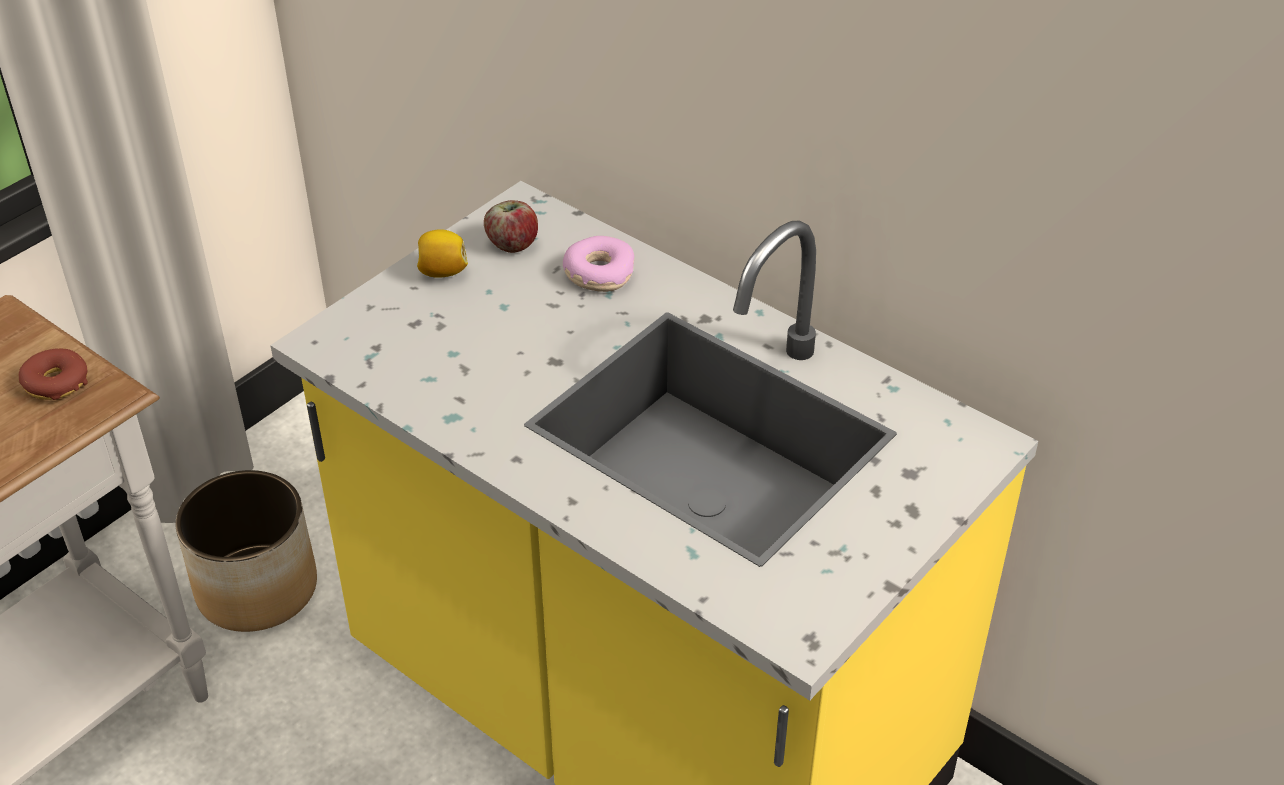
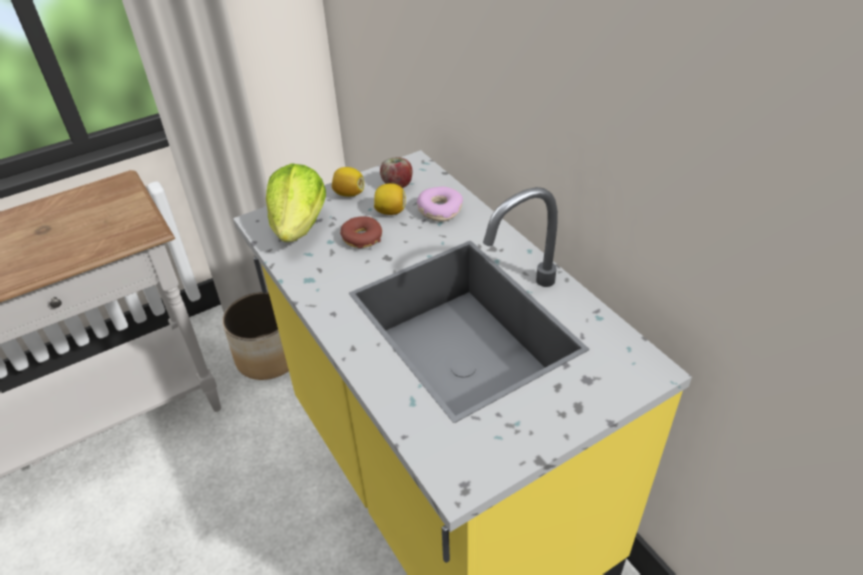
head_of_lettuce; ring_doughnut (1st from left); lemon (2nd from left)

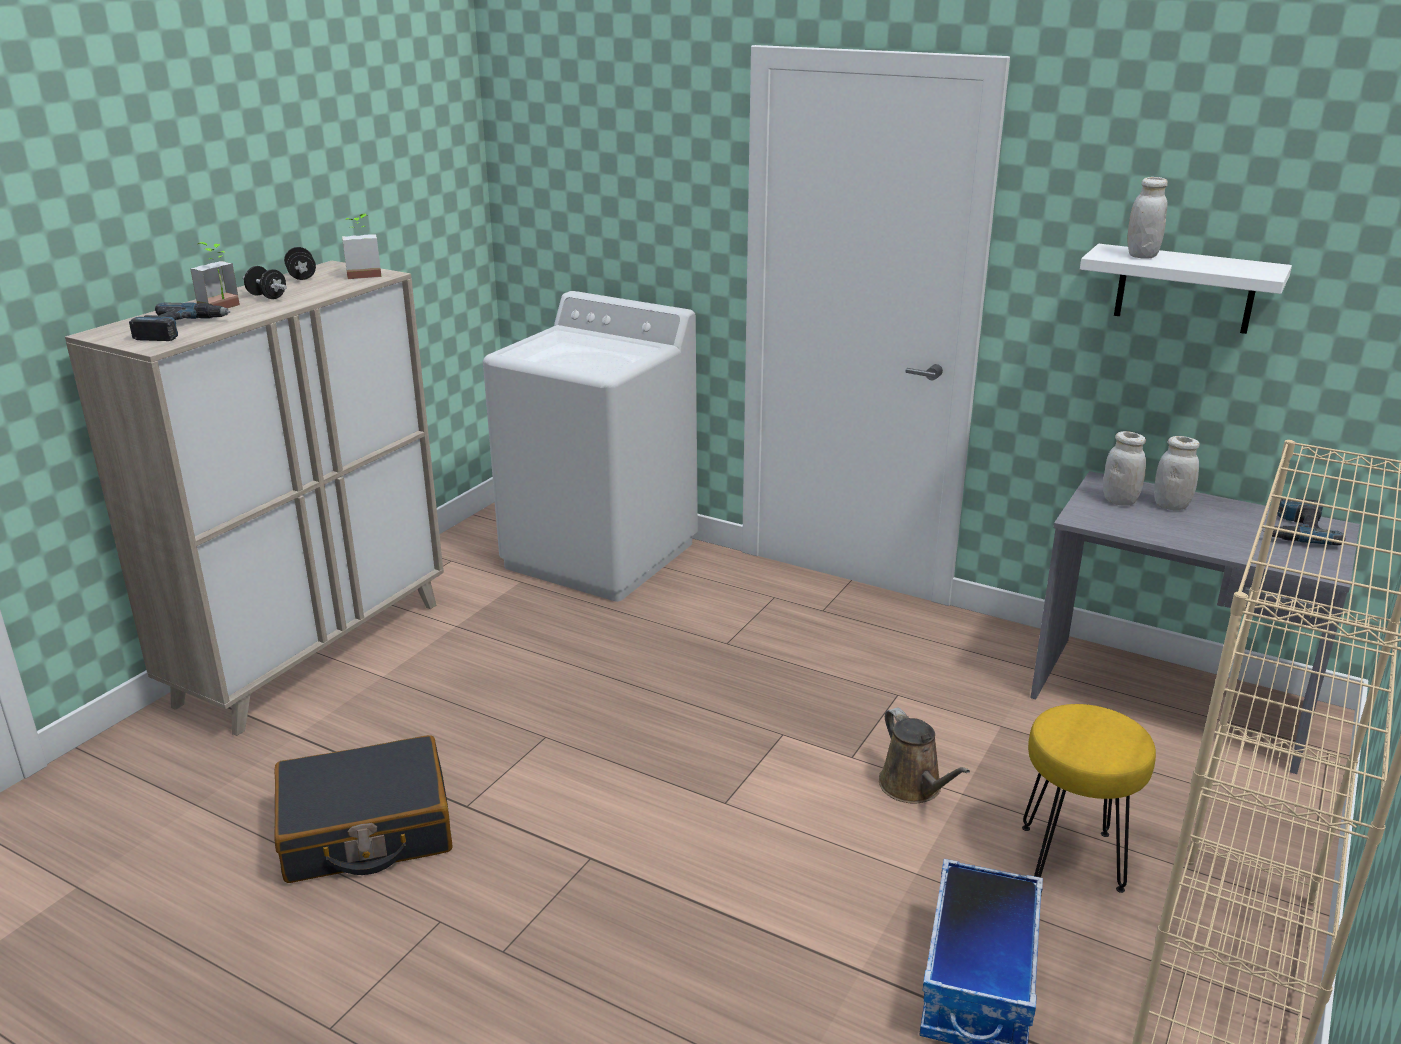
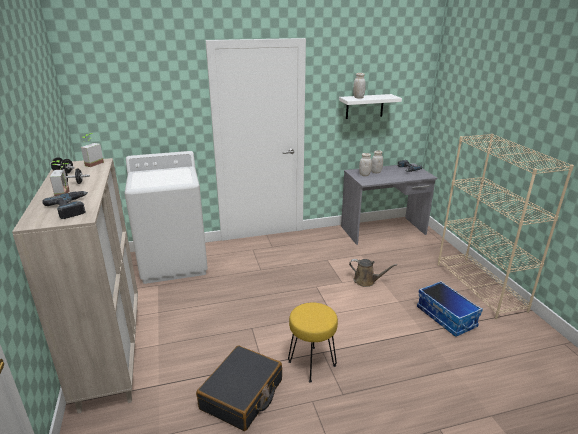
yellow-coloured_stool

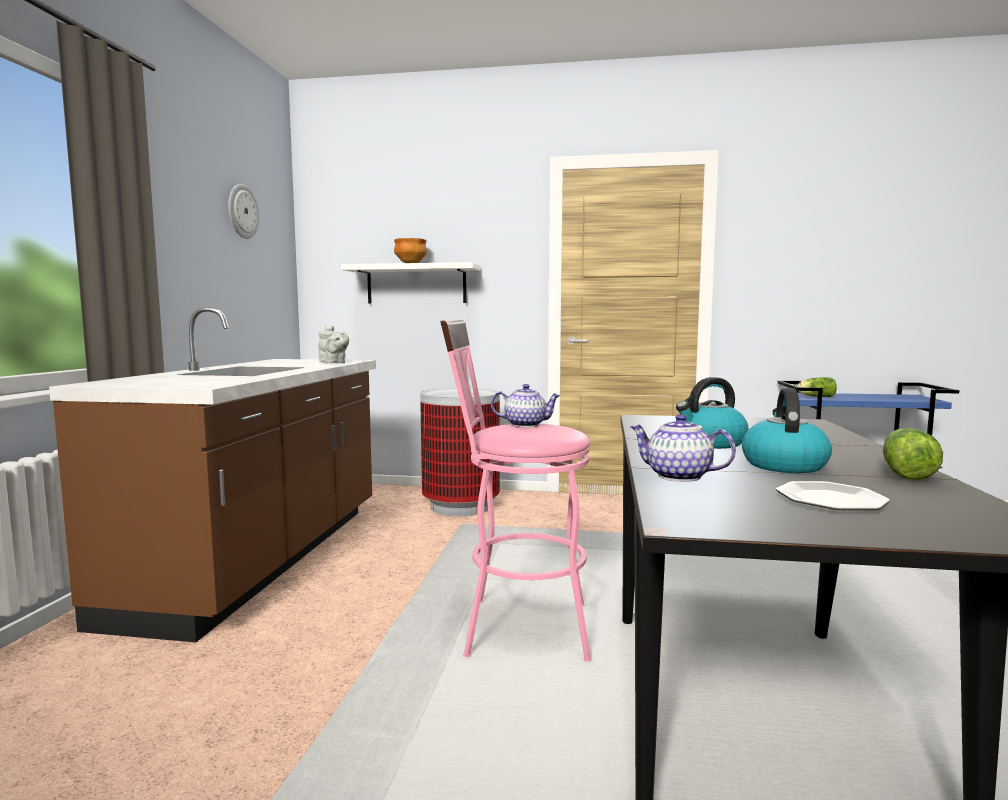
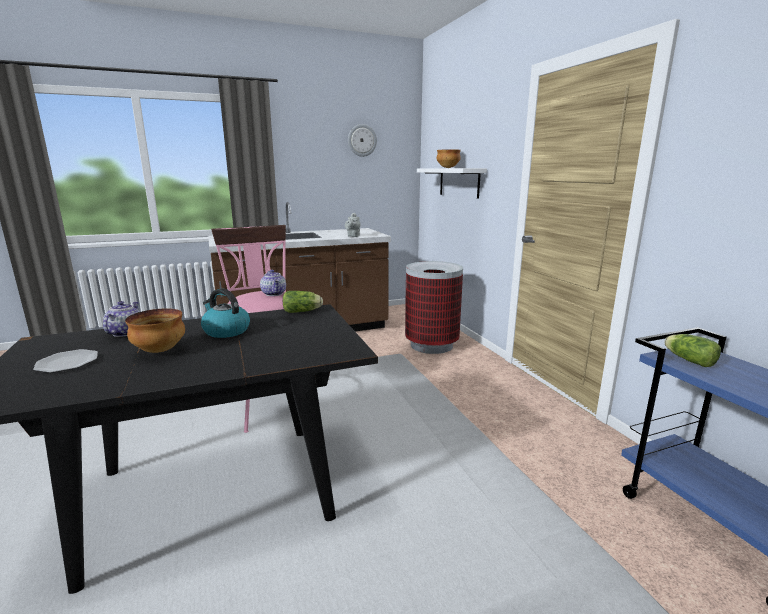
serving_bowl (1st from left); head_of_lettuce (1st from left)

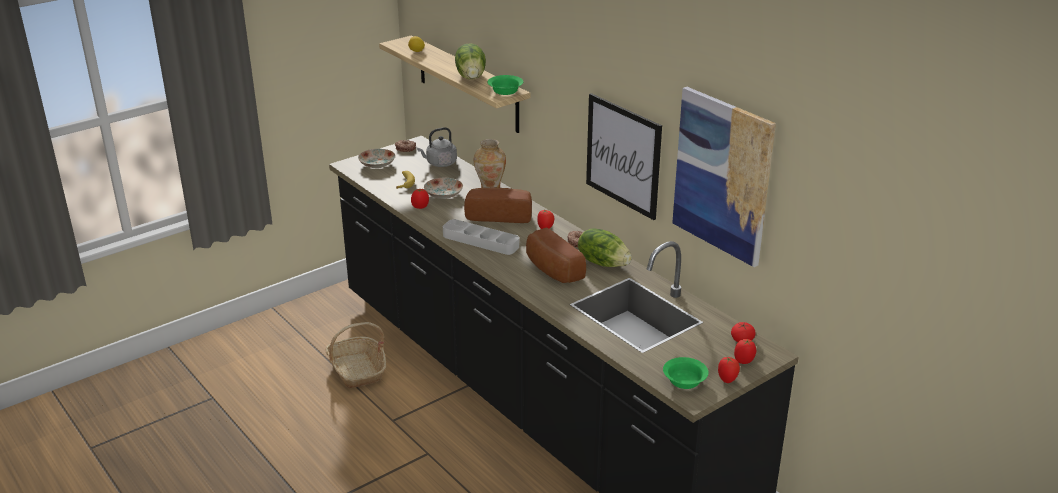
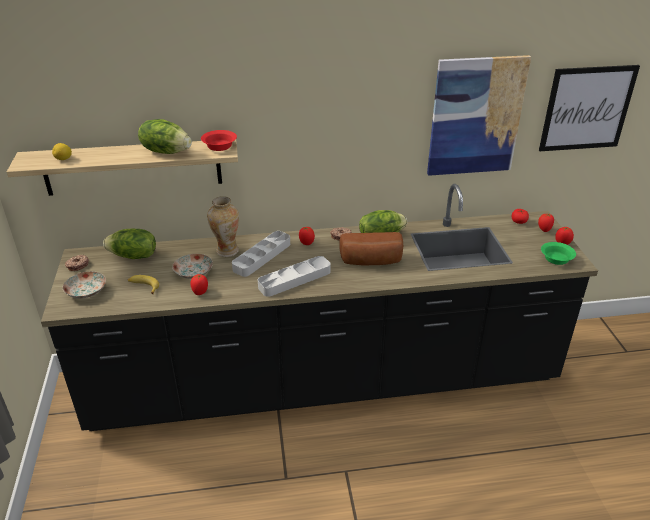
head_of_lettuce (1st from left); red-coloured_serving_bowl; grey_tray (1st from left); wall_art (2nd from left); basket

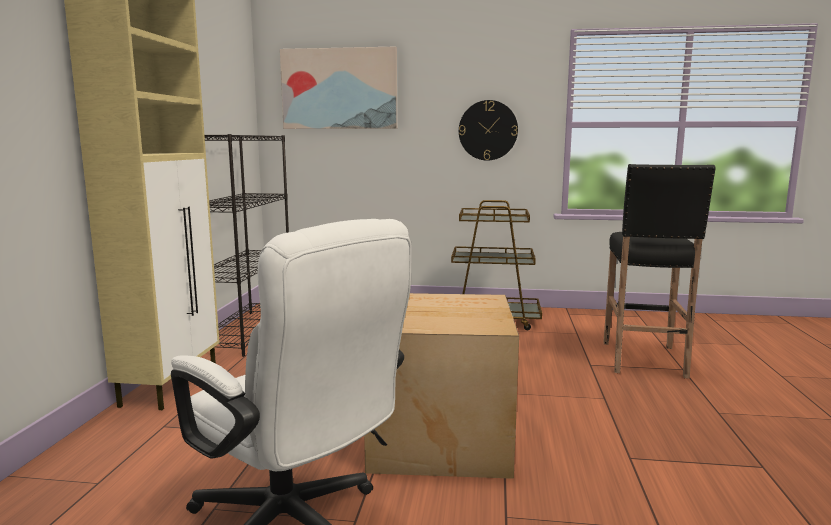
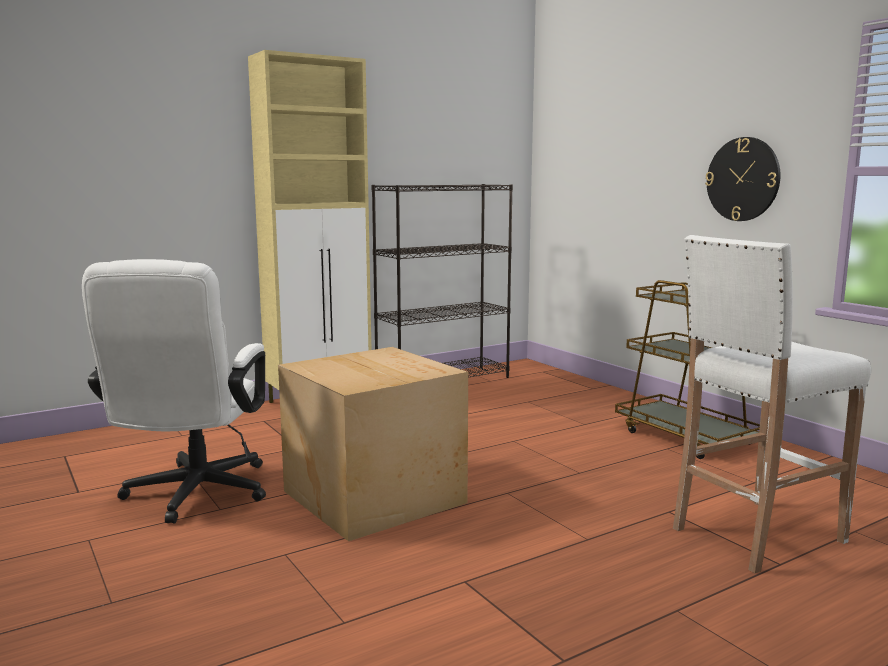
whitish_stool; wall_art

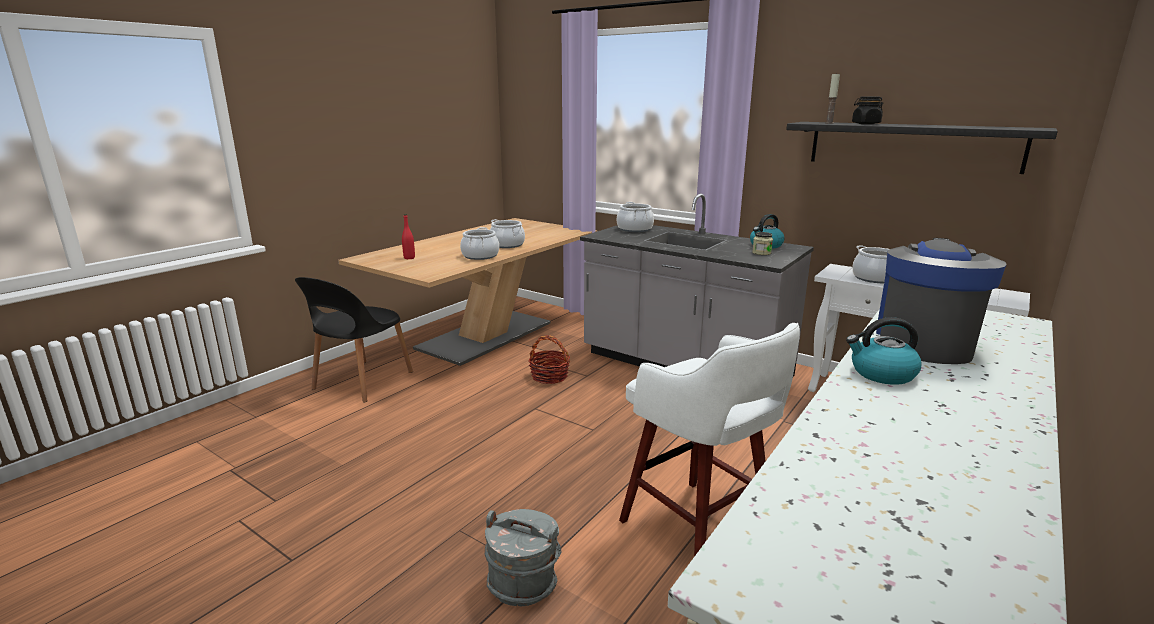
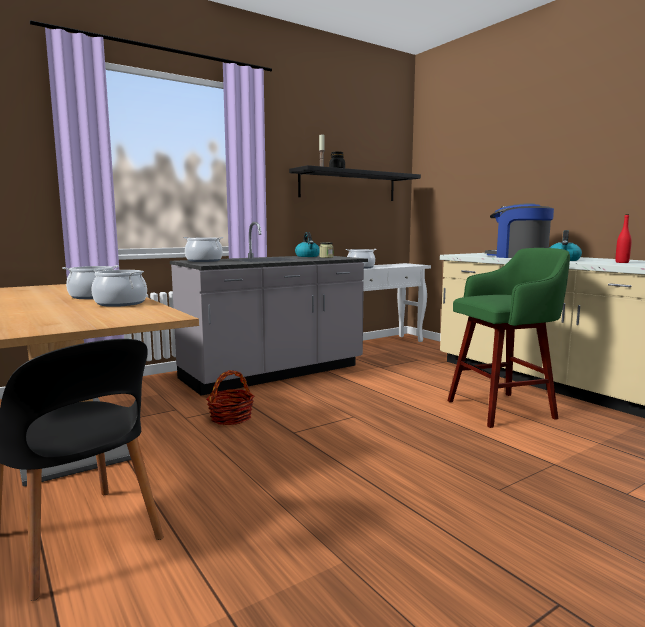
green_stool; red-coloured_drink_bottle; grey_water_bucket

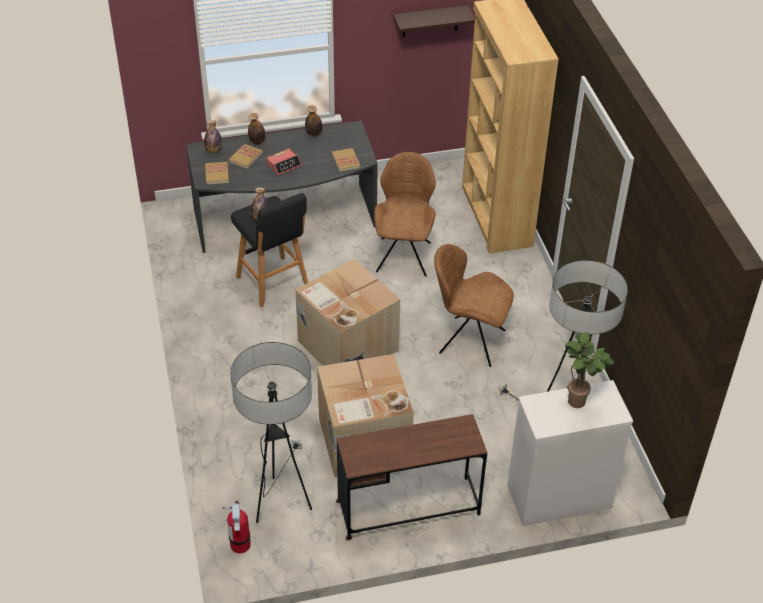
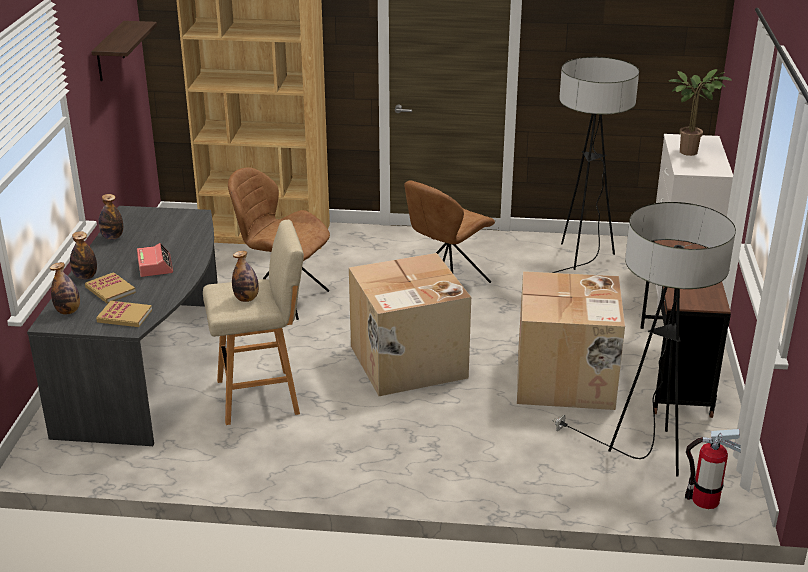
beige_stool; volume (3rd from left in the first image)

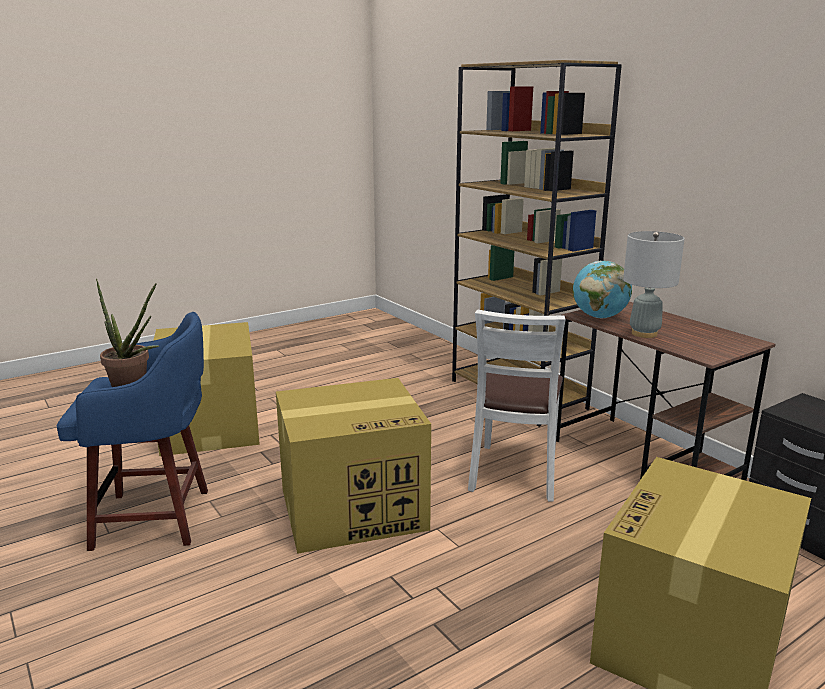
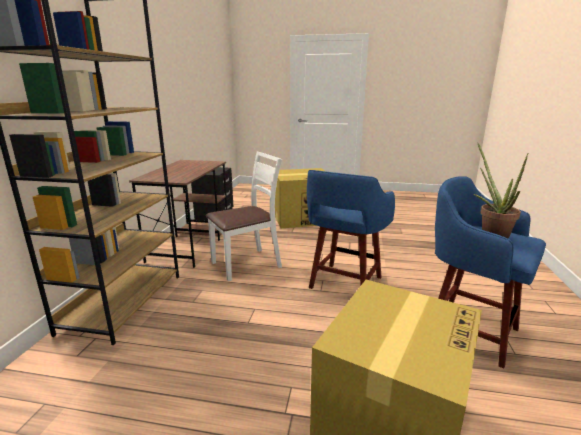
bluish_stool (1st from left); globe; grey_table_lamp

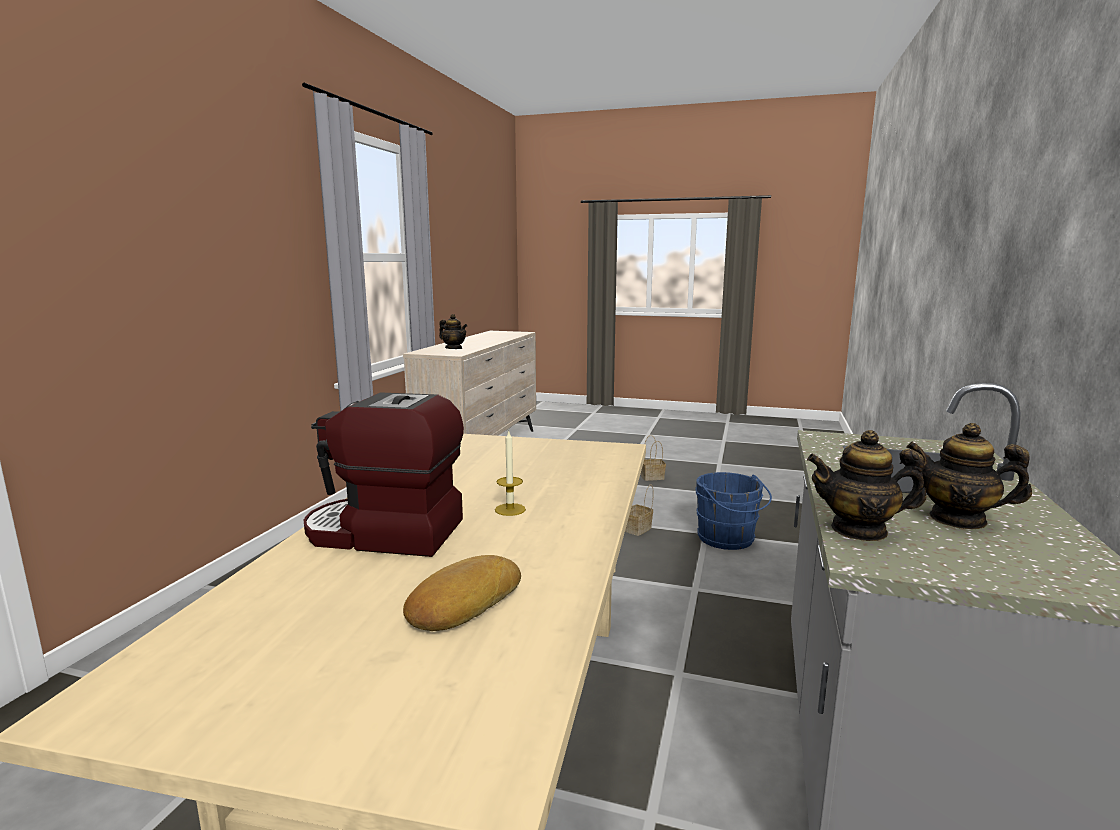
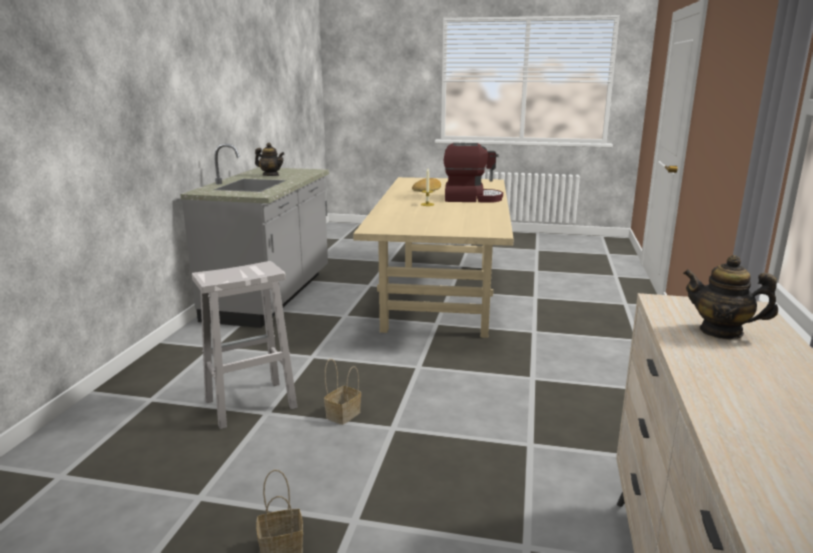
whitish_stool; tea_pot (2nd from left in the first image)

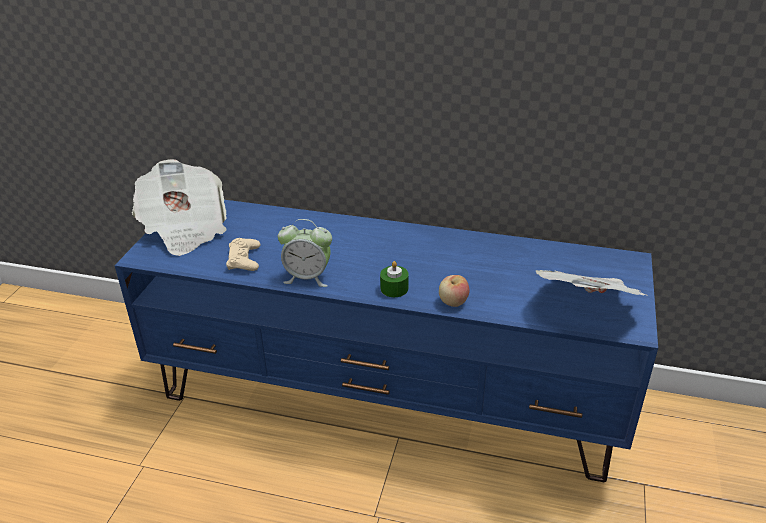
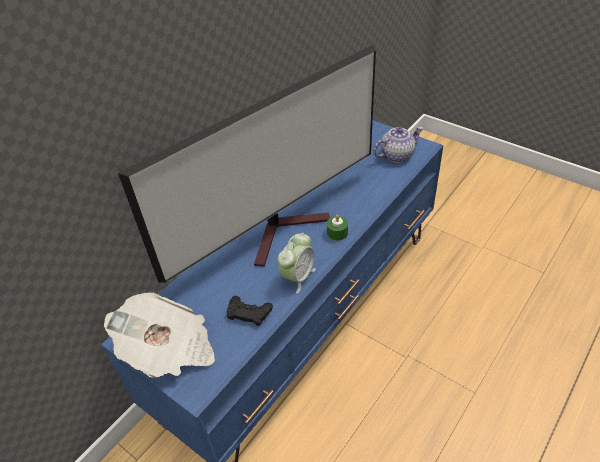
TV_set; black-coloured_gamepad; tea_pot; apple_fruit

